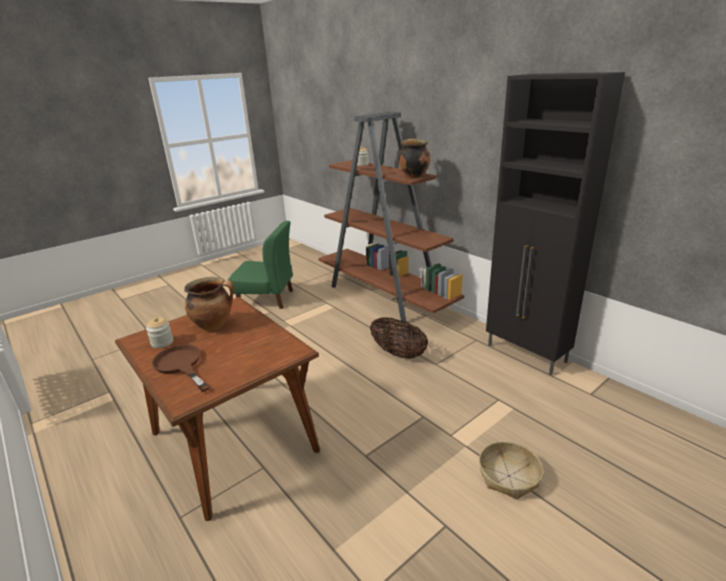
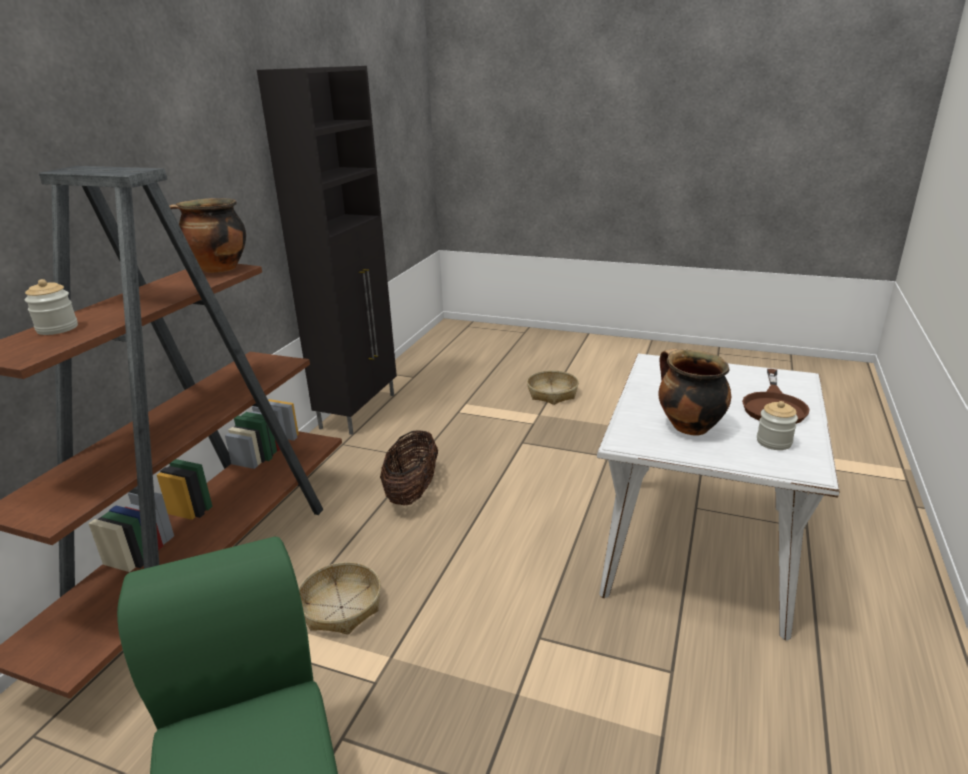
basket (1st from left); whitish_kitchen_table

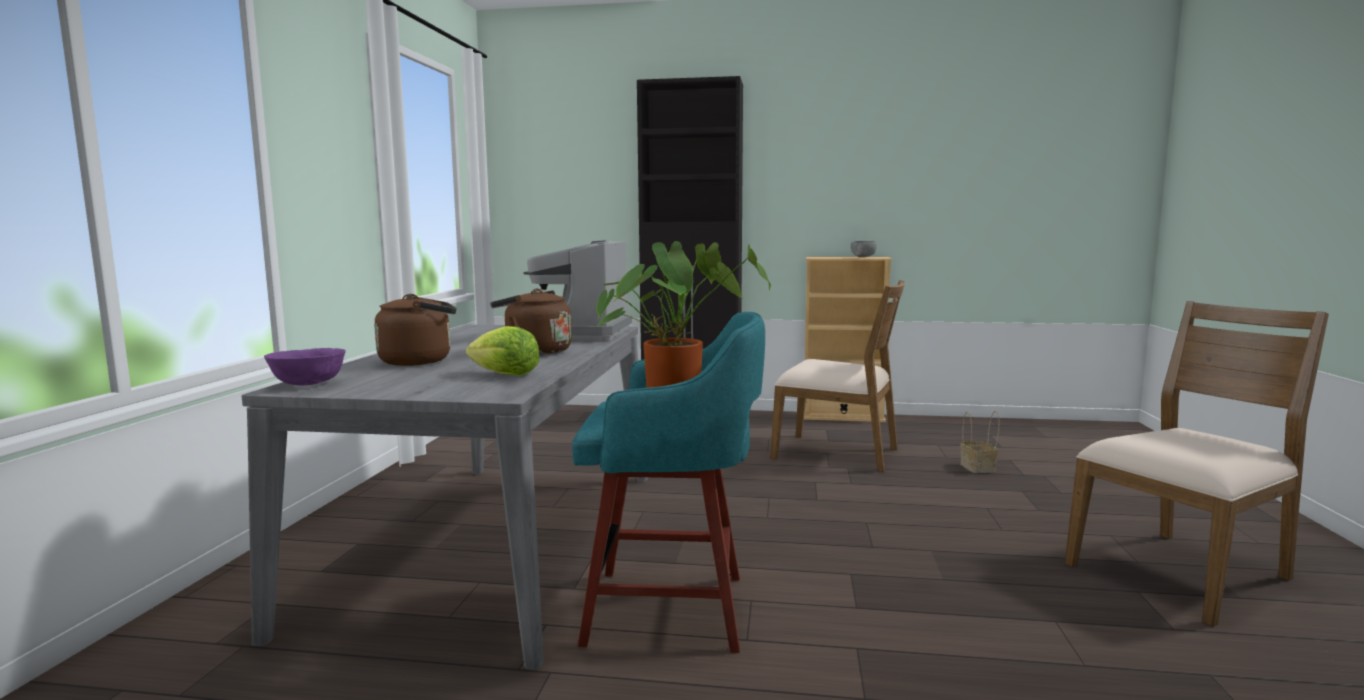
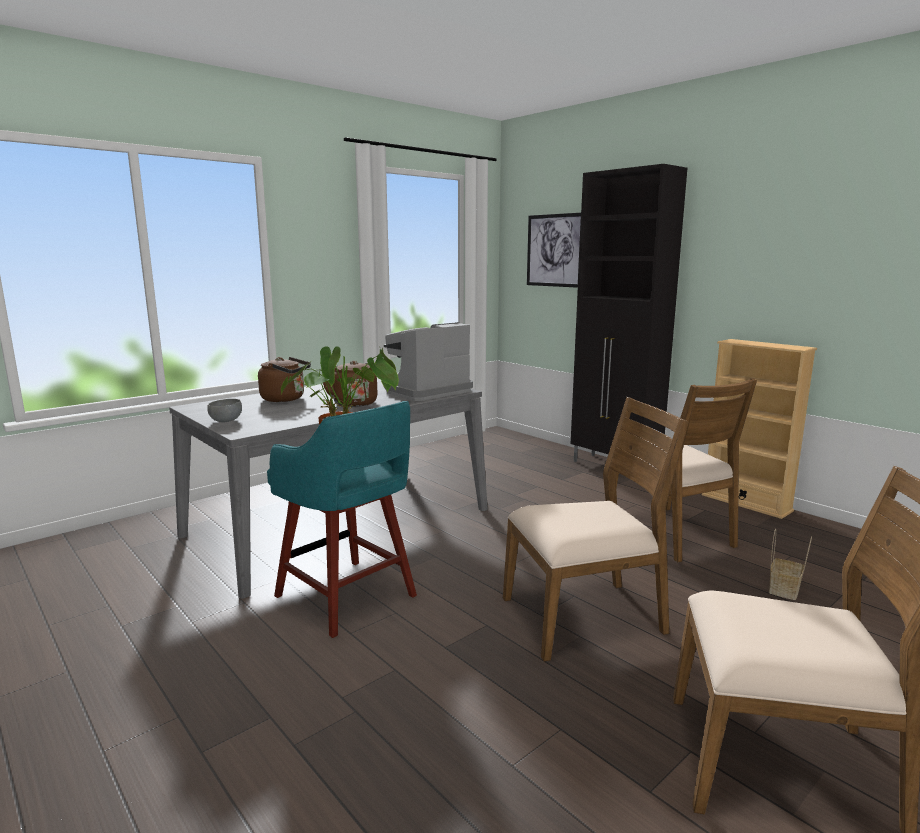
grey_serving_bowl; brown-coloured_chair (1st from left); wall_art; purplish_serving_bowl; head_of_lettuce

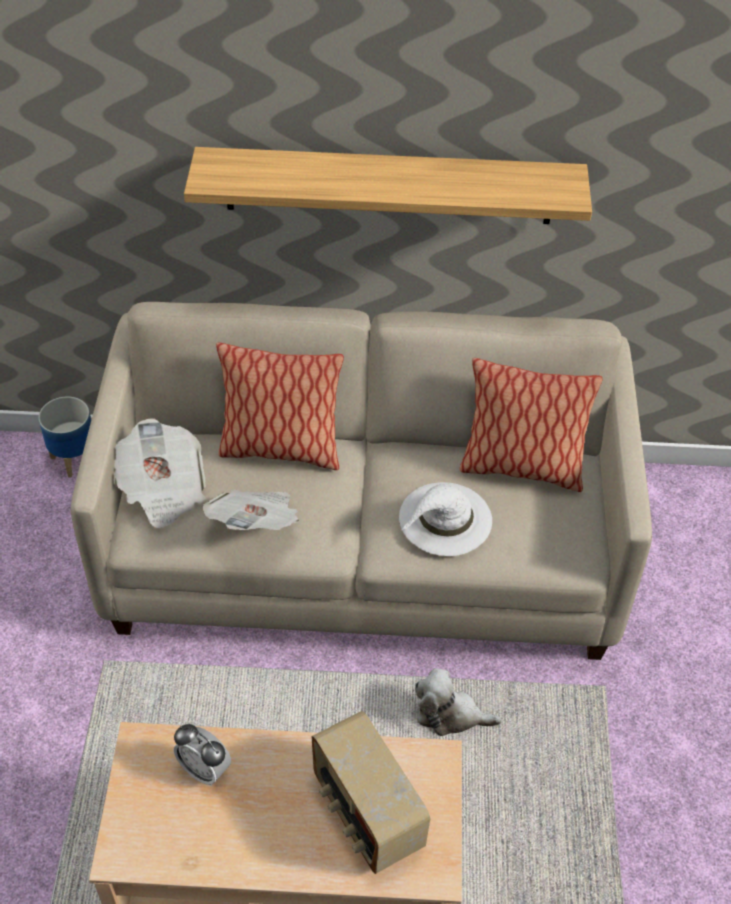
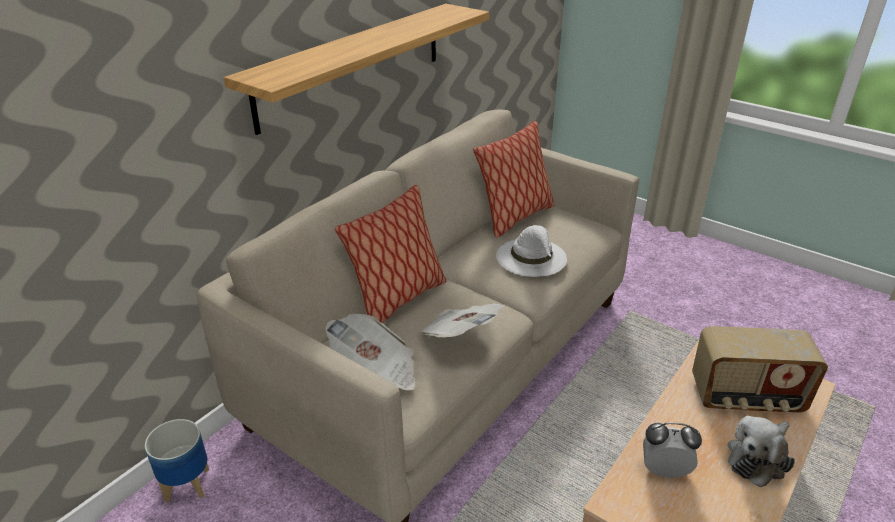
alarm_clock; soft_toy

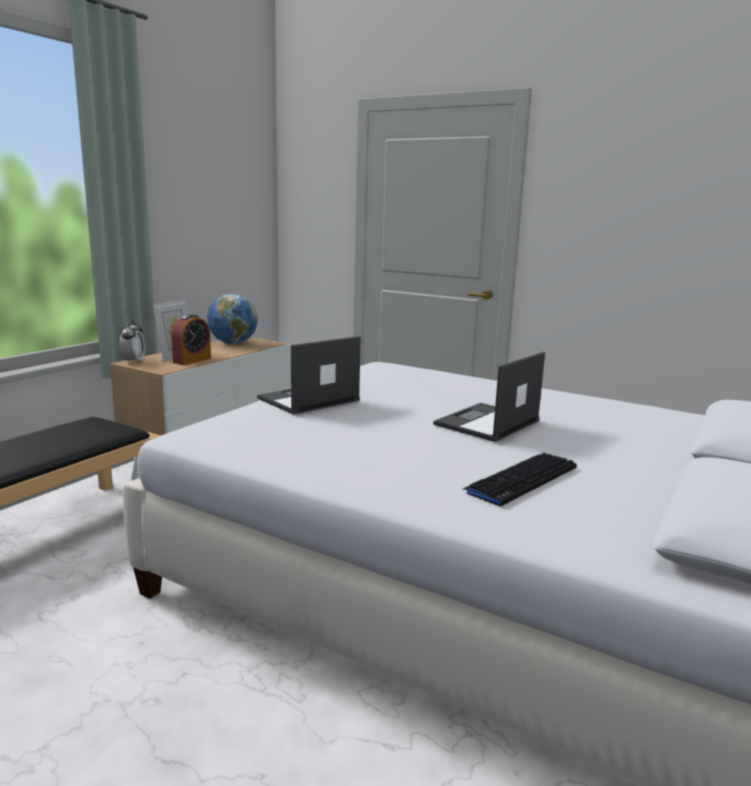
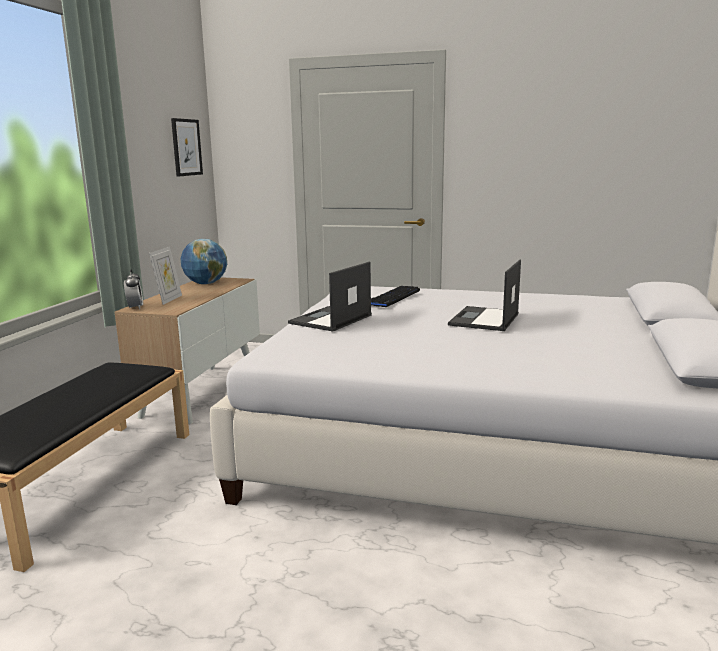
wall_art; keyboard; alarm_clock (2nd from left in the first image)

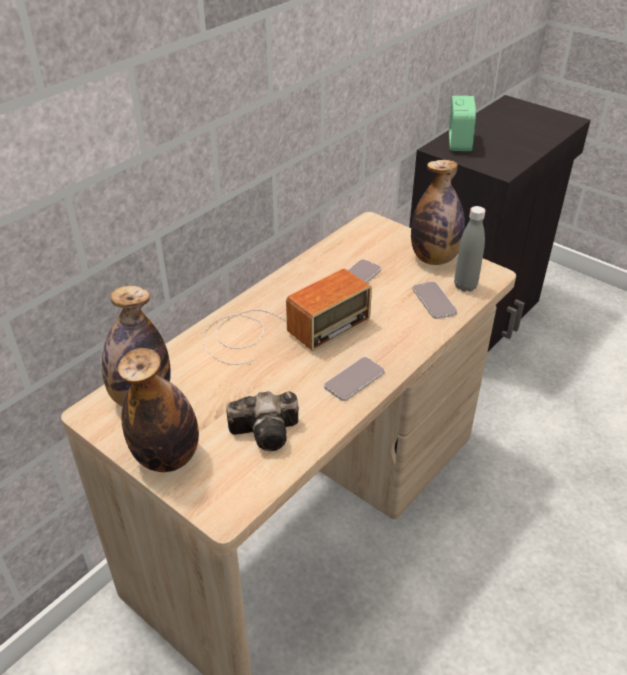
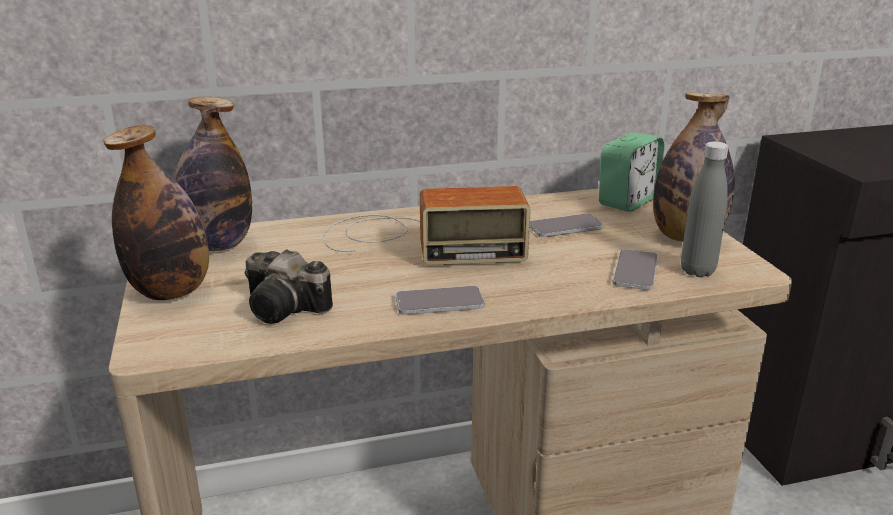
alarm_clock

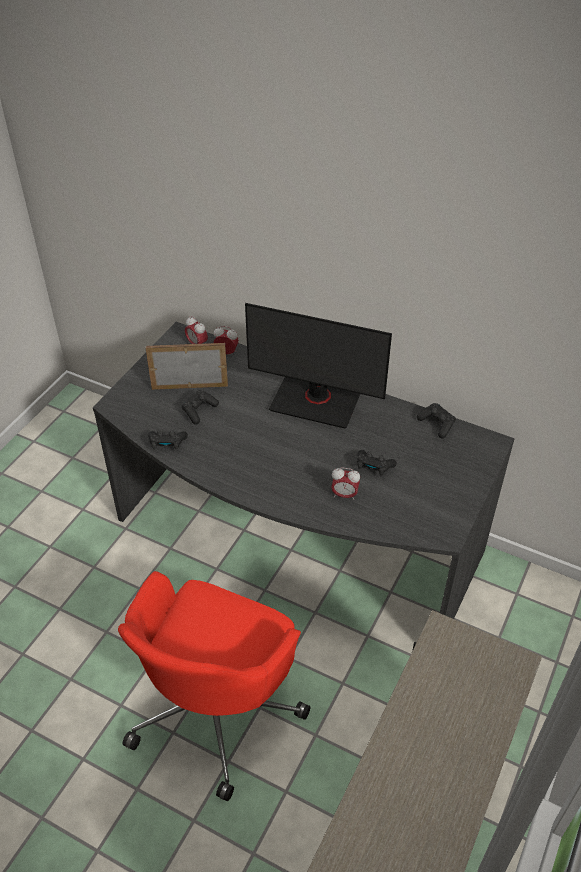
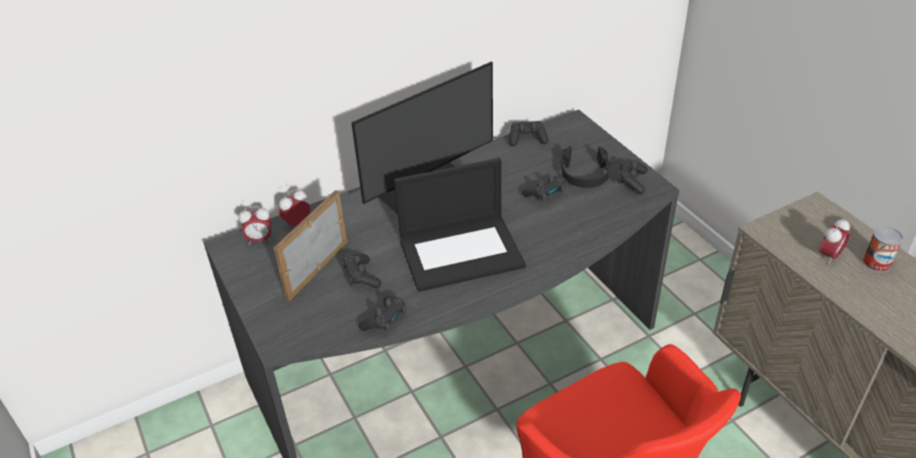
notebook_computer; black-coloured_headphones; black-coloured_gamepad (5th from left); alarm_clock (3rd from left); metal_can

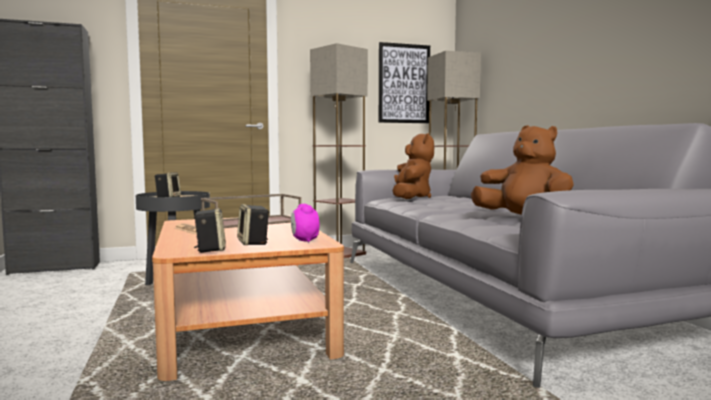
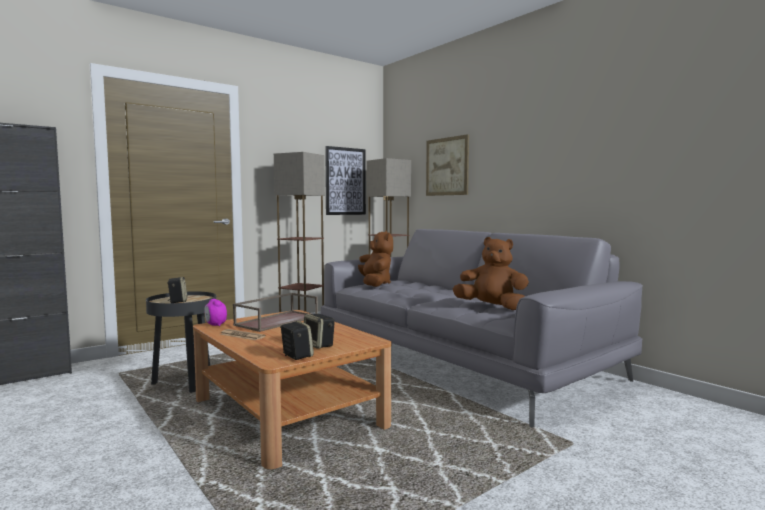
alarm_clock; wall_art (2nd from left)

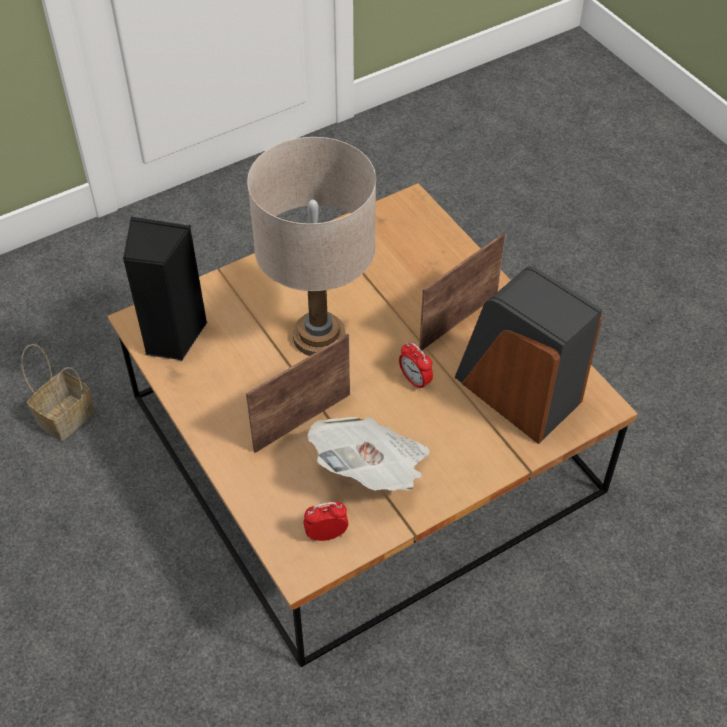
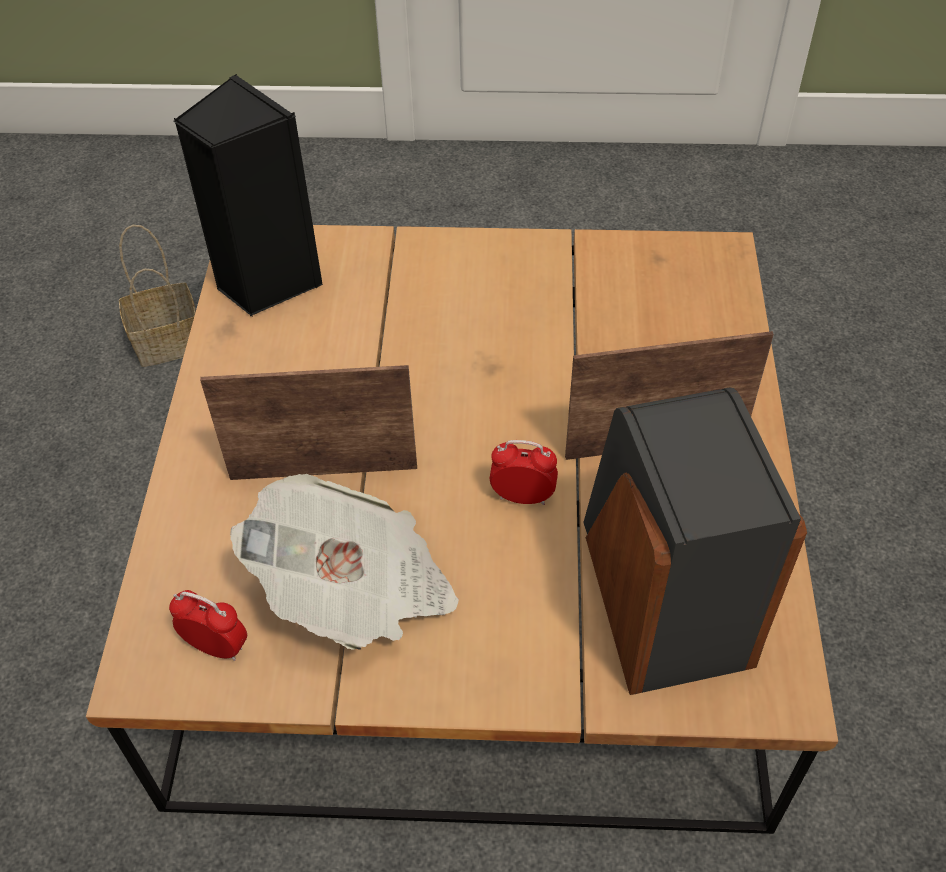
alarm_clock (2nd from left); beige_table_lamp

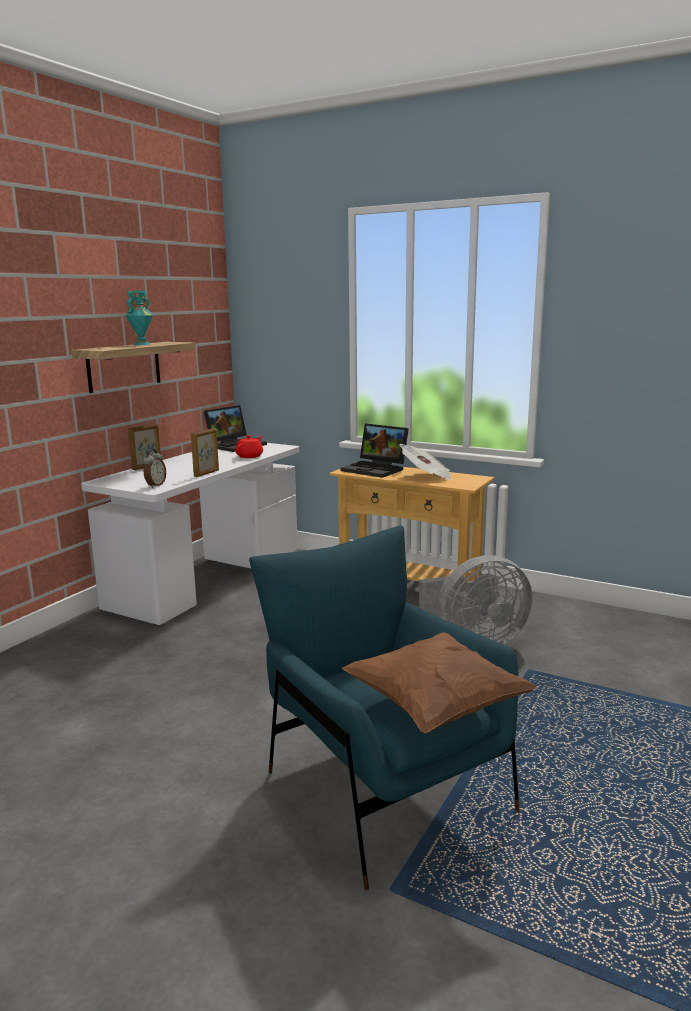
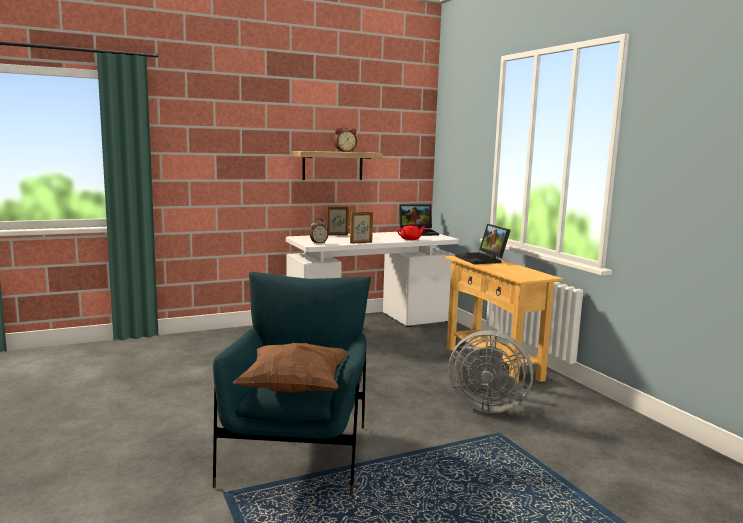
alarm_clock (2nd from left); daily_paper

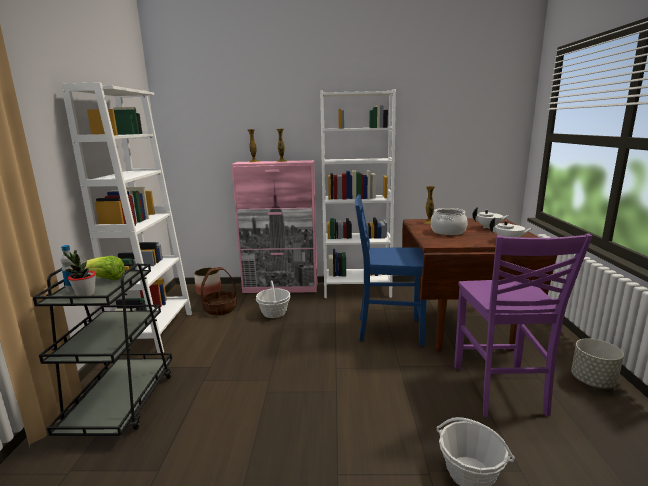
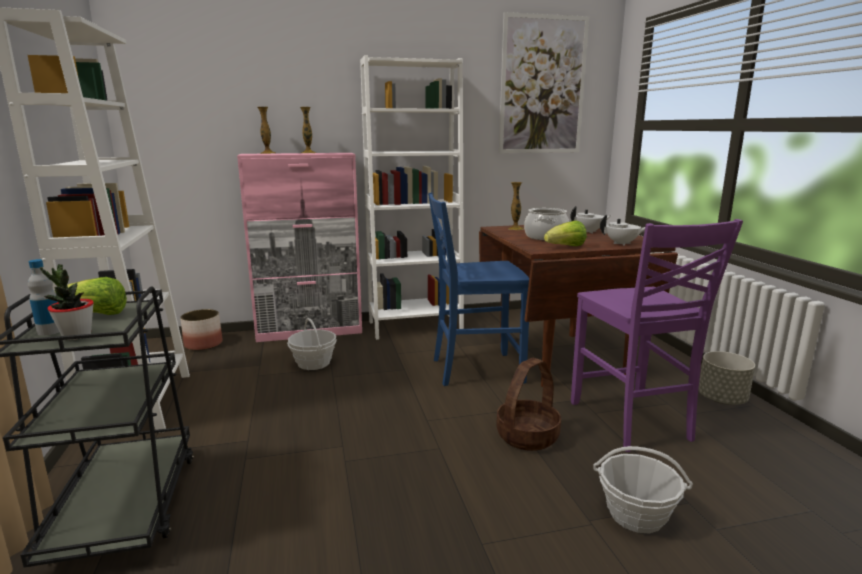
basket (2nd from left); wall_art; head_of_lettuce (2nd from left)

